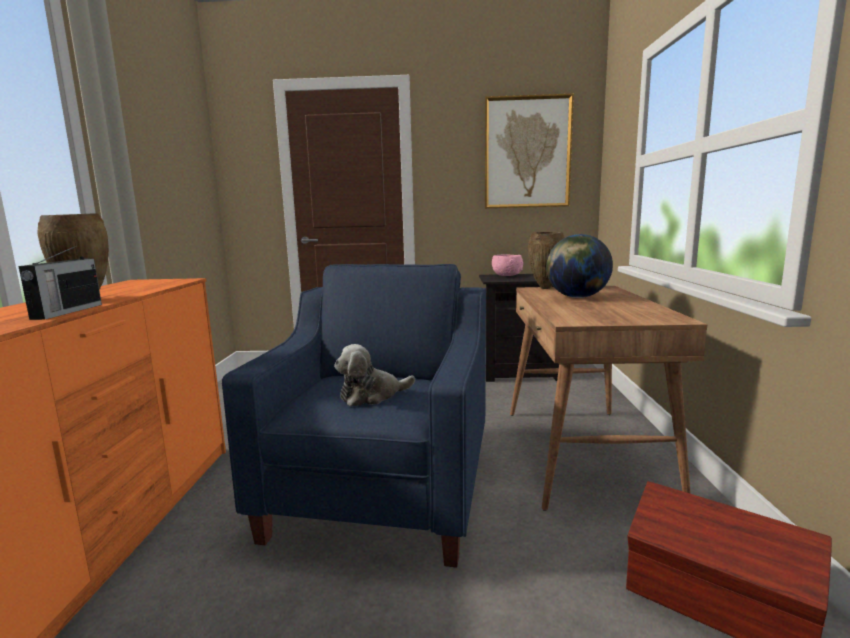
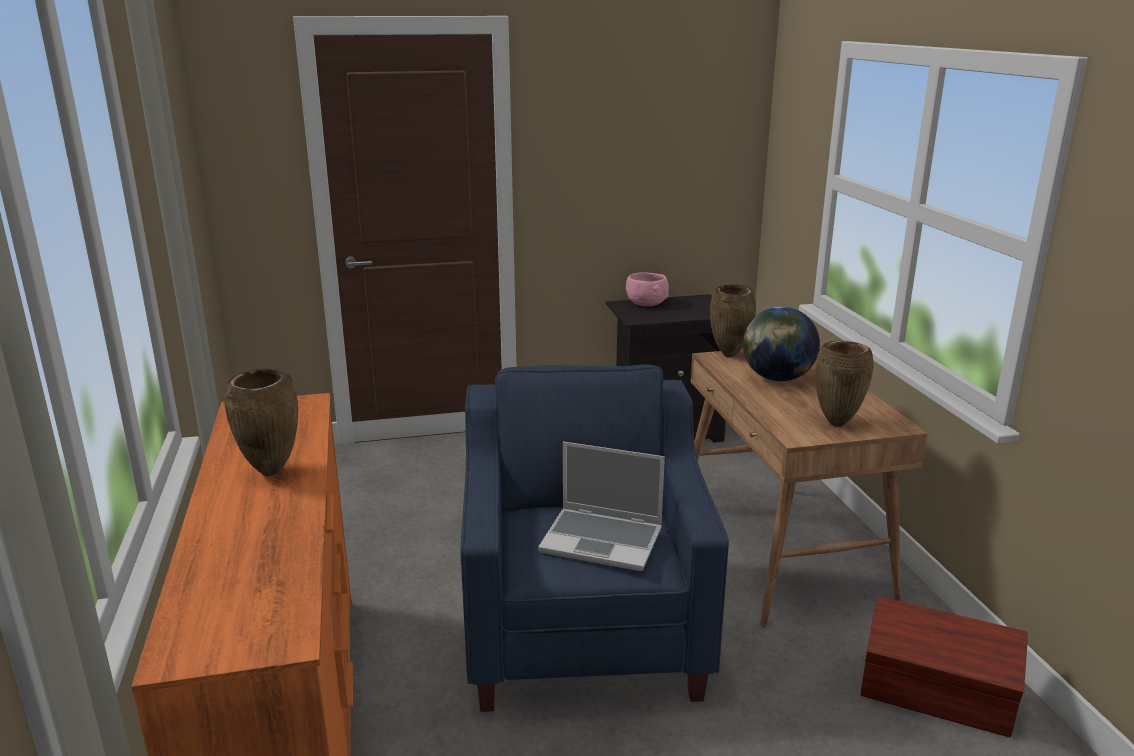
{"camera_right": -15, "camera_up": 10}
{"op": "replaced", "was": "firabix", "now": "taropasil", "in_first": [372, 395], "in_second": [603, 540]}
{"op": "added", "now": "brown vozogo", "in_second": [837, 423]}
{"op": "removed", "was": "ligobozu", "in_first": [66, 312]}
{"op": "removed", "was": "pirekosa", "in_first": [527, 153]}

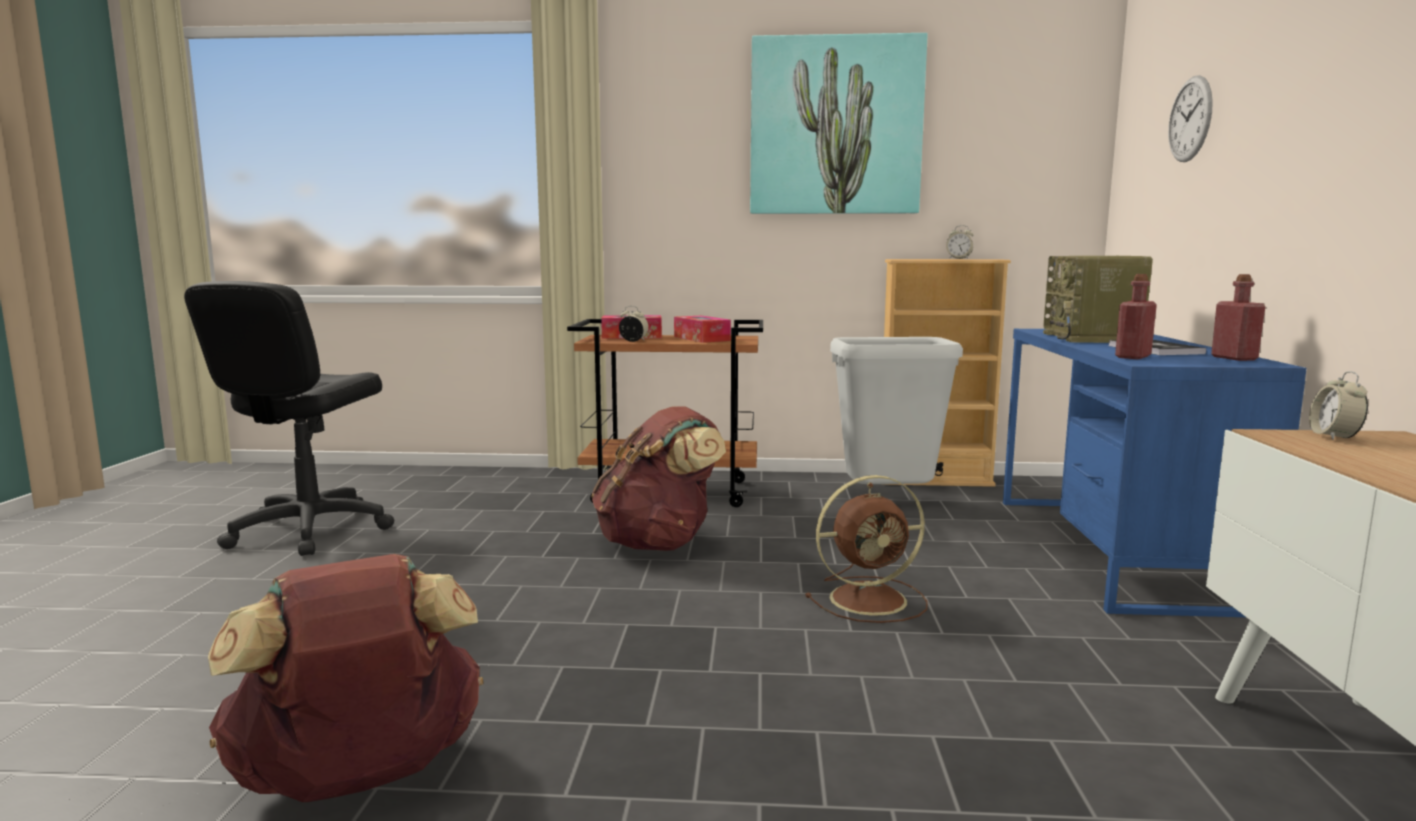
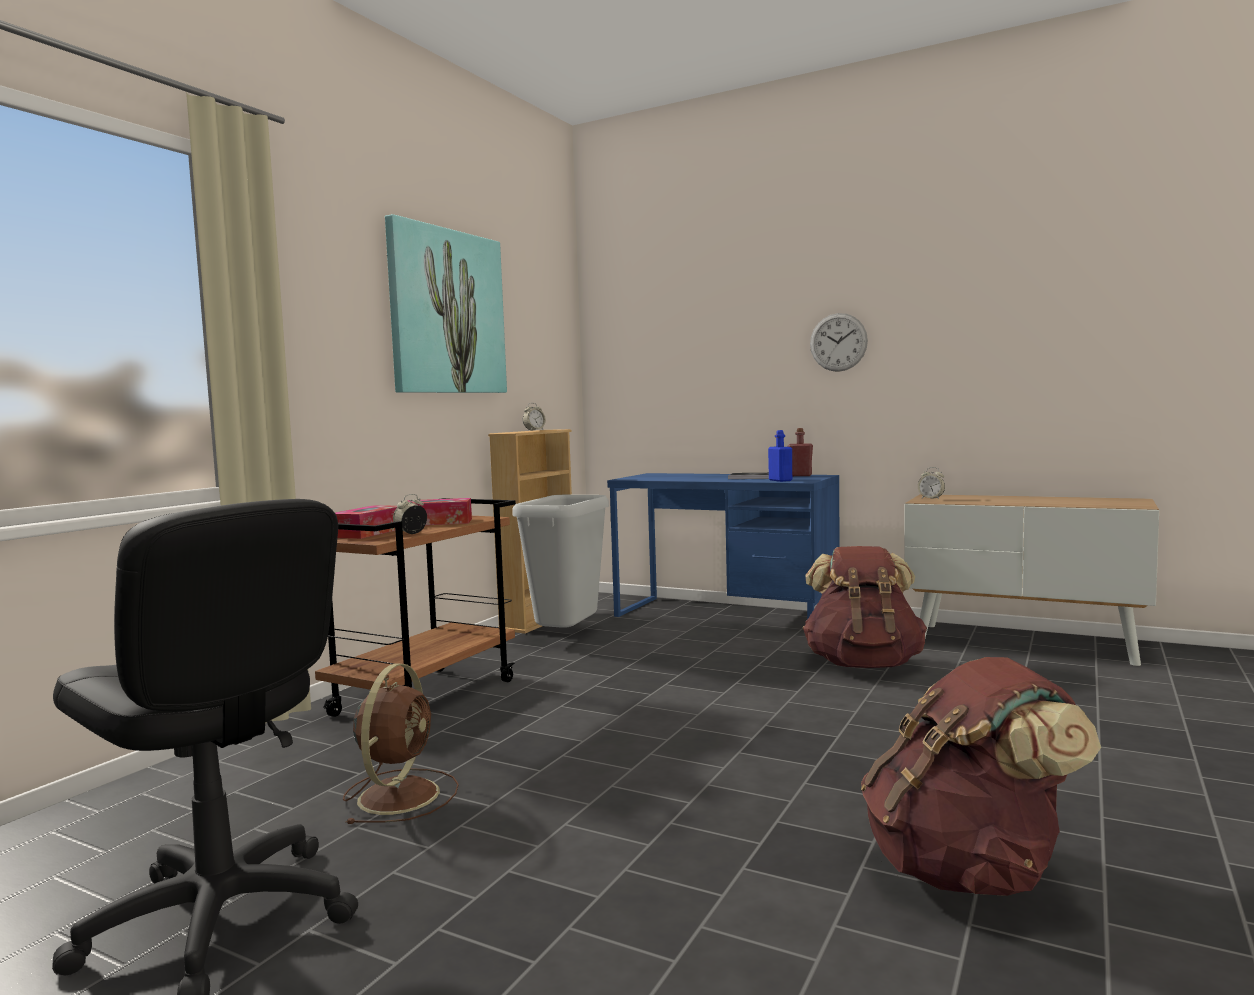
{"camera_right": -65, "camera_up": -5}
{"op": "moved", "was": "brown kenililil", "in_first": [871, 599], "in_second": [400, 794]}
{"op": "recoloured", "was": "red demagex", "now": "blue demagex", "in_first": [1133, 357], "in_second": [780, 480]}
{"op": "moved", "was": "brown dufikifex", "in_first": [659, 543], "in_second": [863, 665]}
{"op": "moved", "was": "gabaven", "in_first": [1190, 119], "in_second": [838, 342]}
{"op": "removed", "was": "ligobozu", "in_first": [1092, 338]}

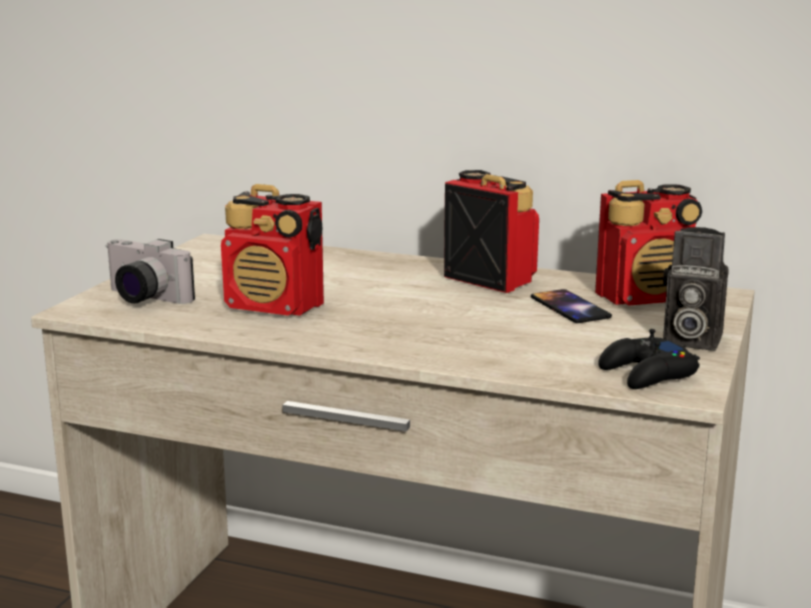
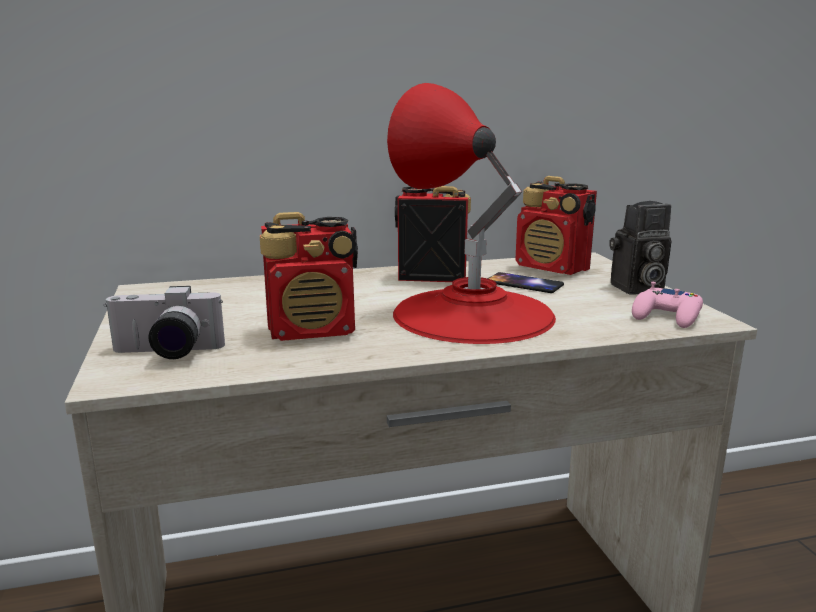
{"camera_right": -35, "camera_up": 0}
{"op": "added", "now": "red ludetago", "in_second": [472, 314]}
{"op": "turned", "was": "ligobozu", "in_first": [646, 298], "in_second": [553, 268], "clockwise": 90}
{"op": "recoloured", "was": "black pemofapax", "now": "pink pemofapax", "in_first": [647, 374], "in_second": [667, 316]}

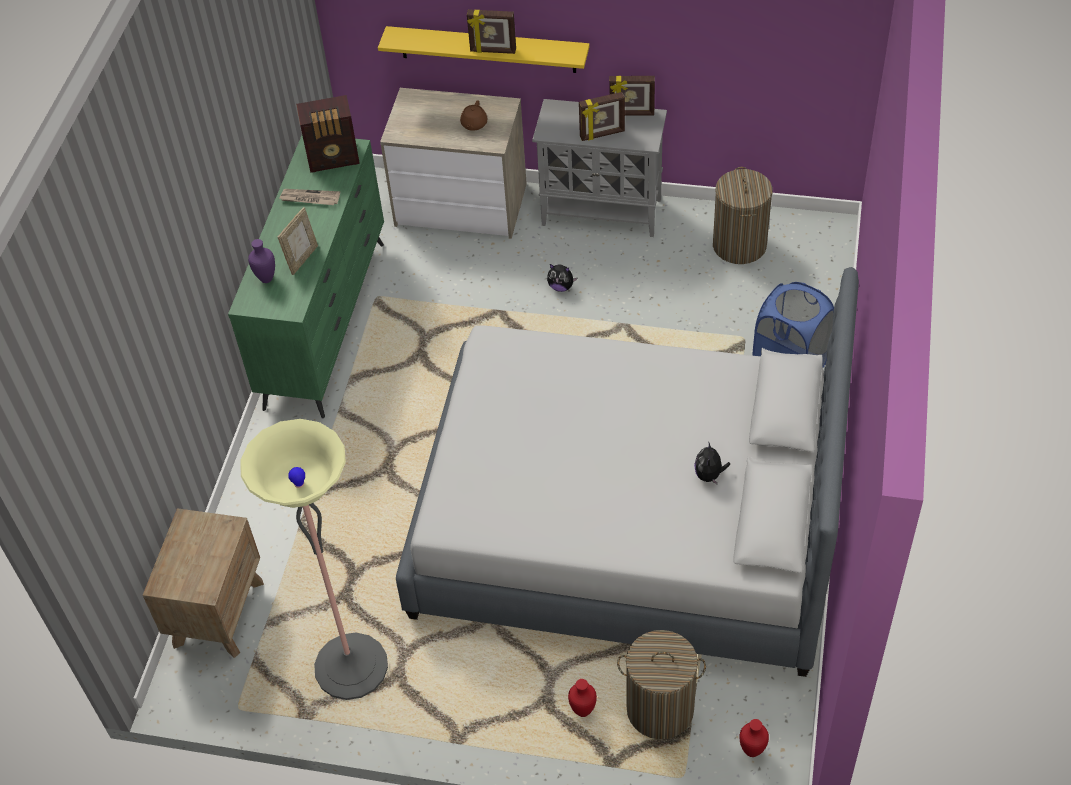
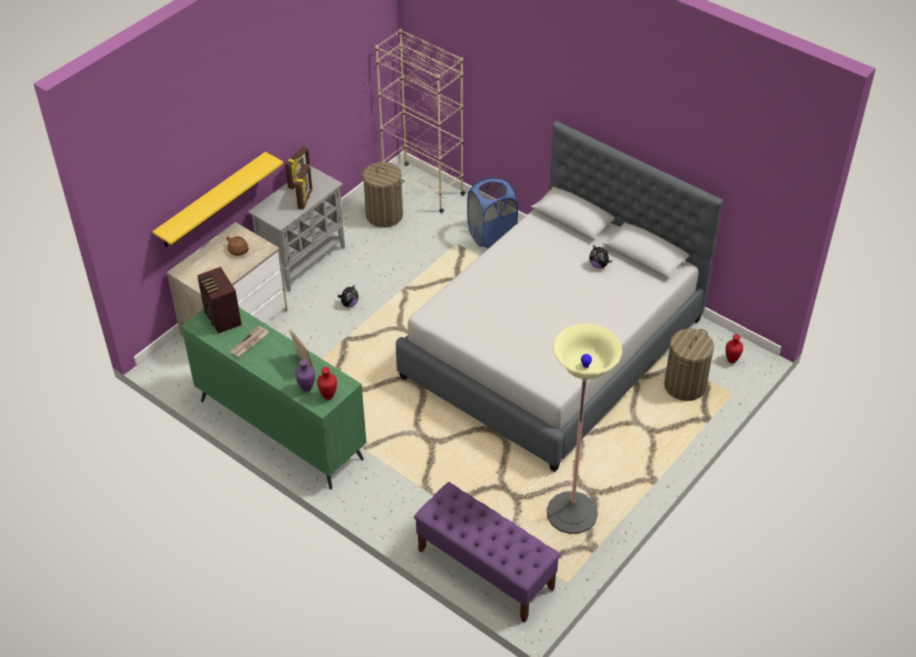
{"camera_right": -65, "camera_up": -5}
{"op": "turned", "was": "ligobozu", "in_first": [334, 158], "in_second": [222, 318], "clockwise": 135}
{"op": "moved", "was": "red vozogo", "in_first": [583, 712], "in_second": [329, 396]}
{"op": "added", "now": "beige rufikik", "in_second": [423, 187]}
{"op": "replaced", "was": "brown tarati", "now": "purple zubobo", "in_first": [218, 612], "in_second": [485, 569]}
{"op": "removed", "was": "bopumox", "in_first": [493, 51]}

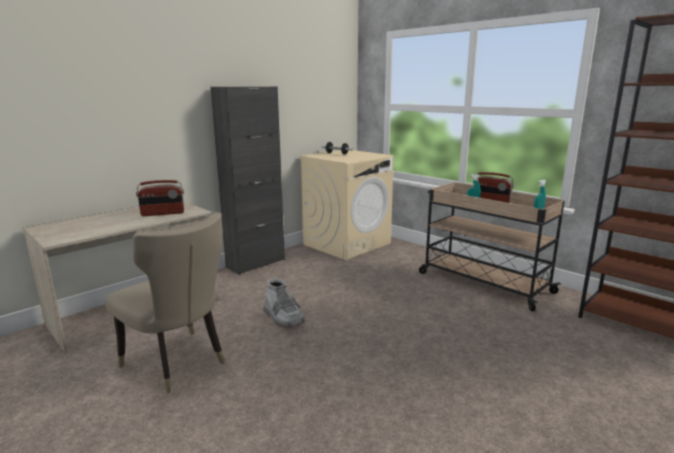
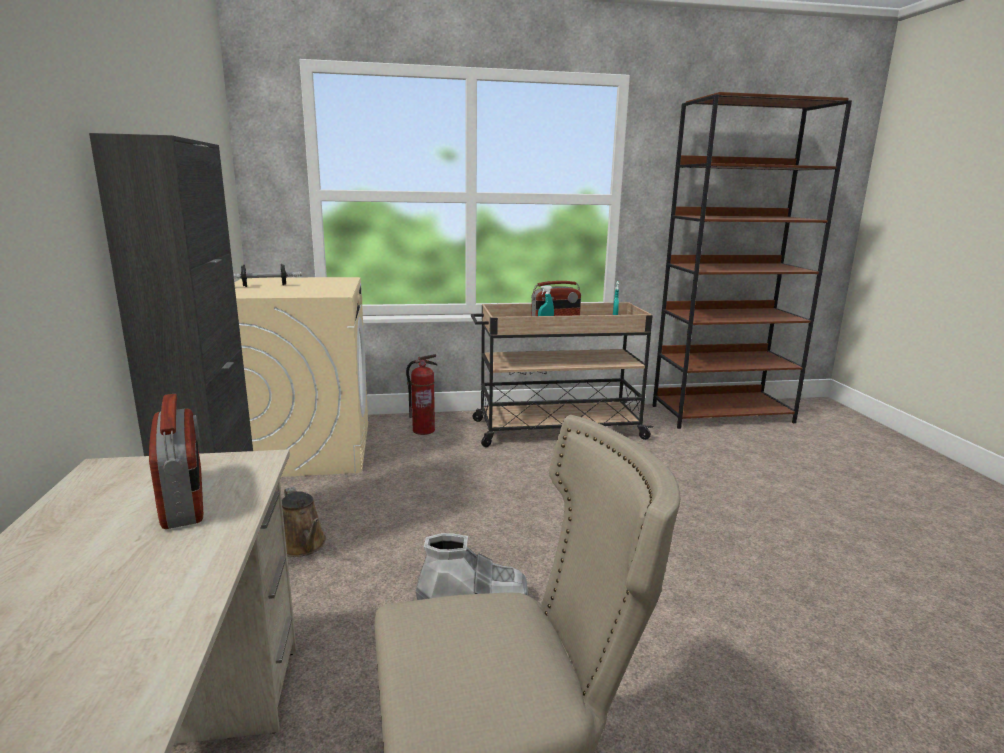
{"camera_right": -55, "camera_up": 0}
{"op": "turned", "was": "ligobozu", "in_first": [163, 214], "in_second": [184, 499], "clockwise": -45}
{"op": "added", "now": "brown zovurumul", "in_second": [303, 546]}
{"op": "added", "now": "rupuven", "in_second": [424, 430]}

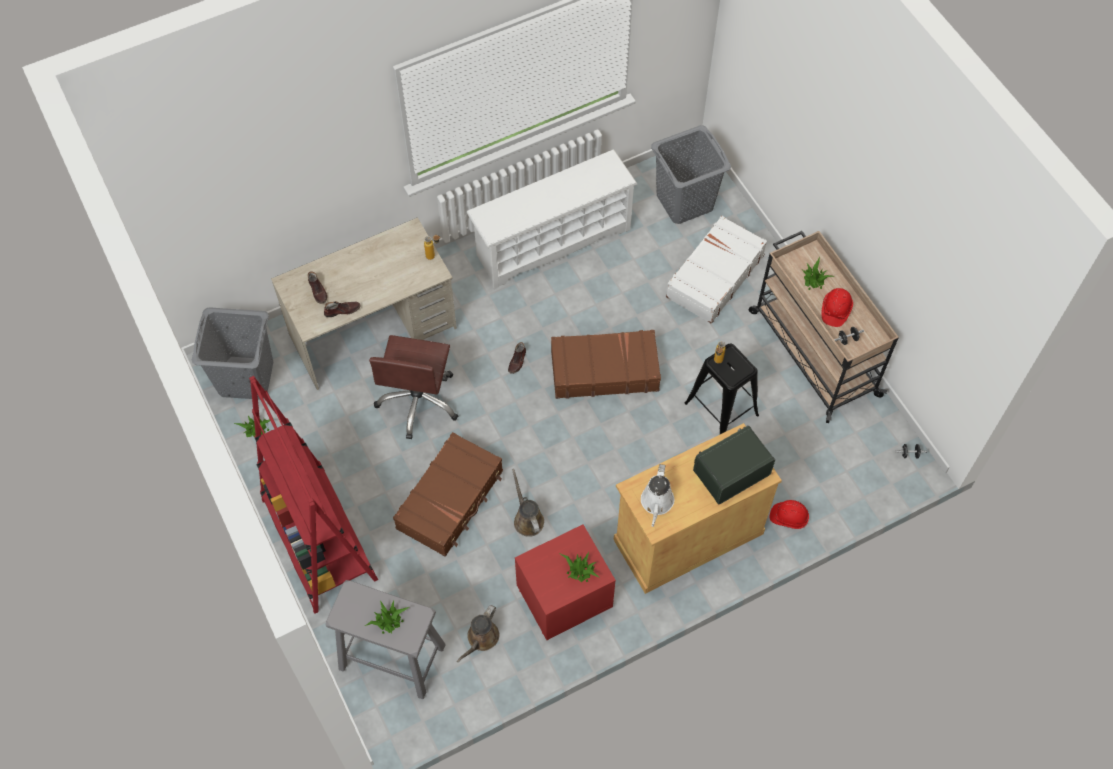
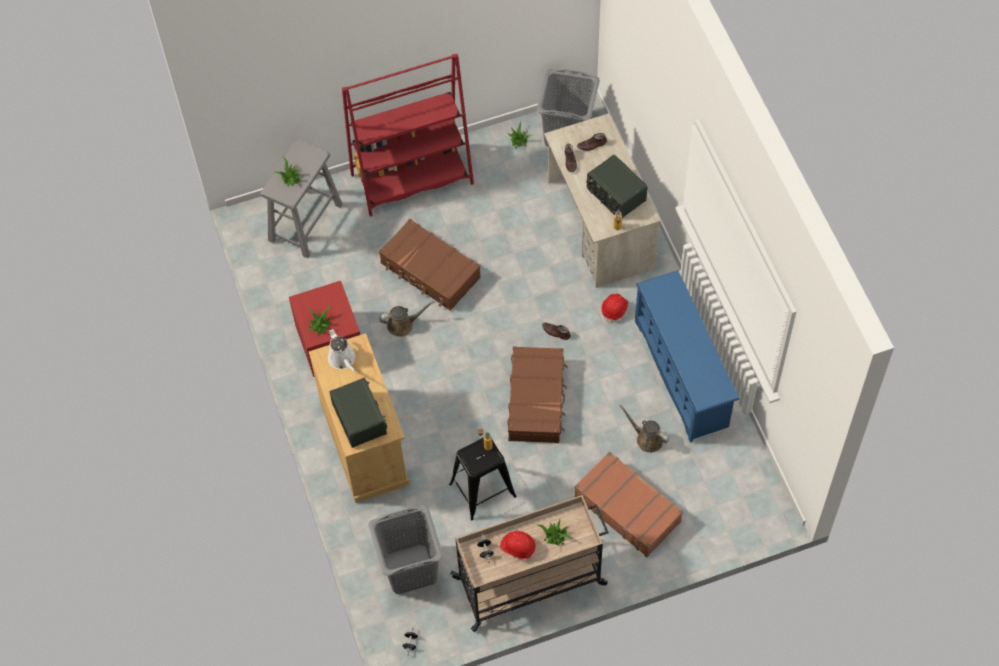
{"camera_right": 100, "camera_up": 0}
{"op": "turned", "was": "white zovurumul", "in_first": [656, 503], "in_second": [343, 360], "clockwise": -135}
{"op": "moved", "was": "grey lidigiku", "in_first": [684, 201], "in_second": [410, 568]}
{"op": "recoloured", "was": "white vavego", "now": "brown vavego", "in_first": [714, 276], "in_second": [627, 508]}
{"op": "added", "now": "ligobozu", "in_second": [615, 195]}
{"op": "moved", "was": "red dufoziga", "in_first": [788, 517], "in_second": [615, 309]}
{"op": "moved", "was": "brown zovurumul", "in_first": [481, 639], "in_second": [647, 439]}
{"op": "recoloured", "was": "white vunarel", "now": "blue vunarel", "in_first": [552, 241], "in_second": [683, 374]}
{"op": "removed", "was": "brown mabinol", "in_first": [419, 401]}

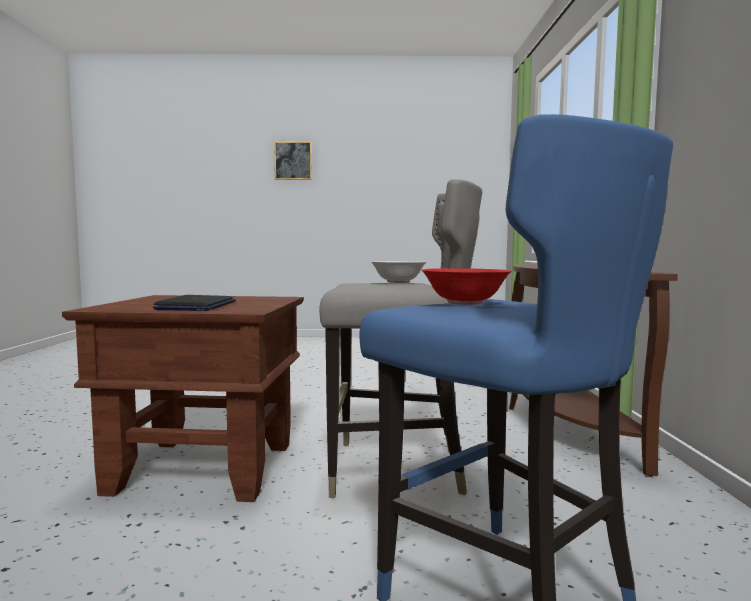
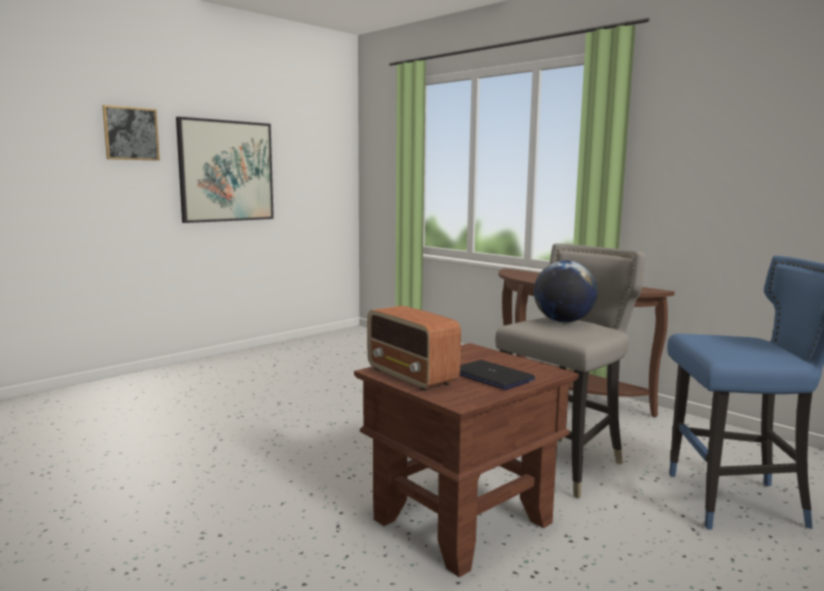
{"camera_right": -45, "camera_up": 5}
{"op": "added", "now": "pirekosa", "in_second": [226, 171]}
{"op": "added", "now": "ligobozu", "in_second": [412, 376]}
{"op": "replaced", "was": "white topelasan", "now": "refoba", "in_first": [397, 282], "in_second": [563, 321]}
{"op": "removed", "was": "red topelasan", "in_first": [464, 302]}

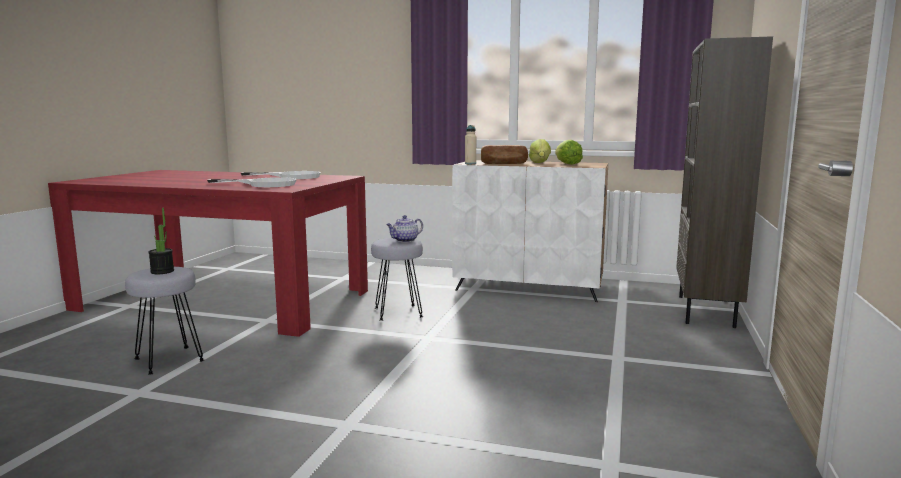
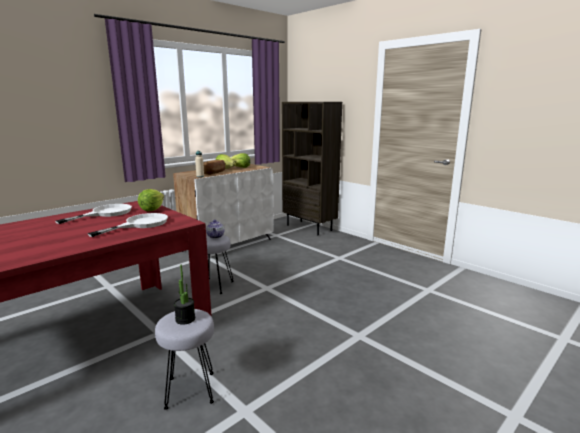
{"camera_right": -60, "camera_up": 5}
{"op": "added", "now": "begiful", "in_second": [152, 209]}

